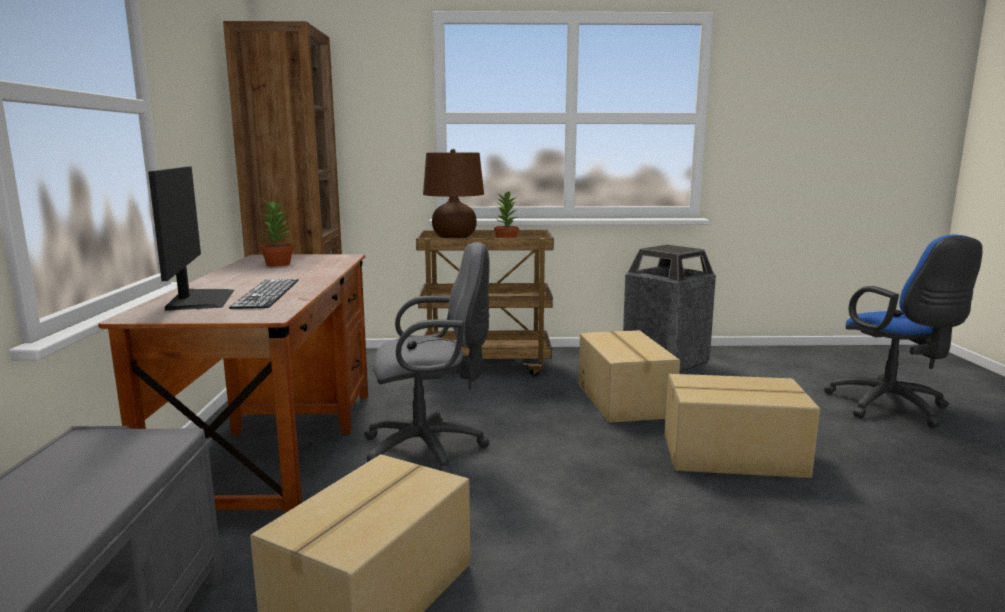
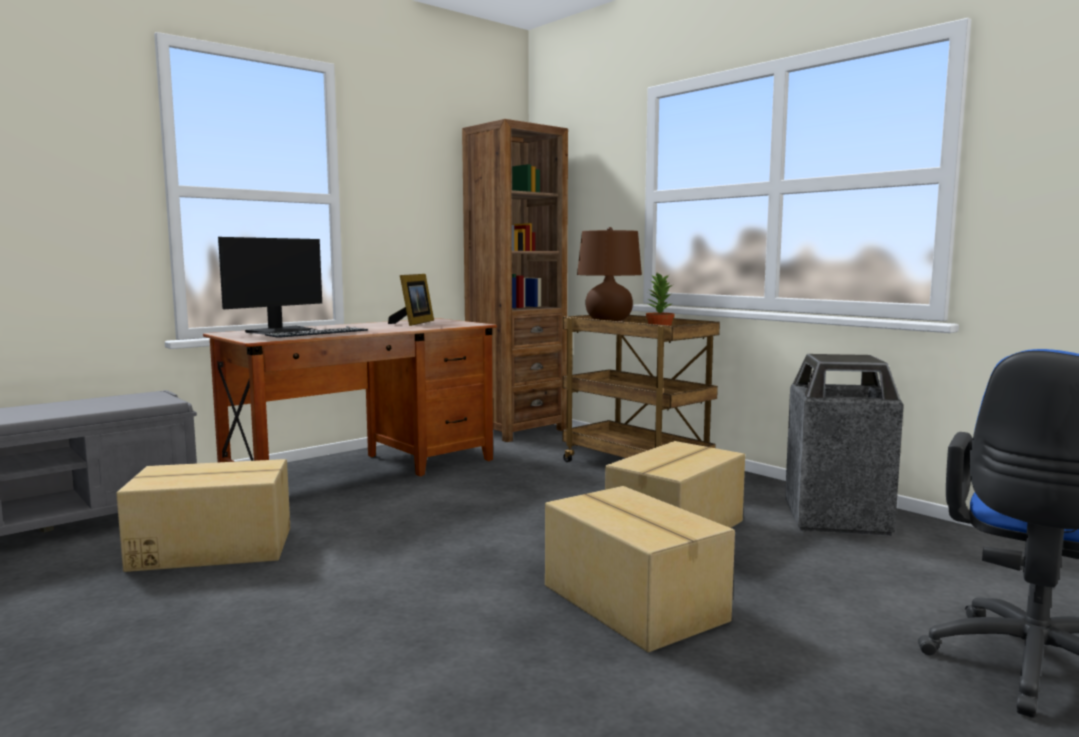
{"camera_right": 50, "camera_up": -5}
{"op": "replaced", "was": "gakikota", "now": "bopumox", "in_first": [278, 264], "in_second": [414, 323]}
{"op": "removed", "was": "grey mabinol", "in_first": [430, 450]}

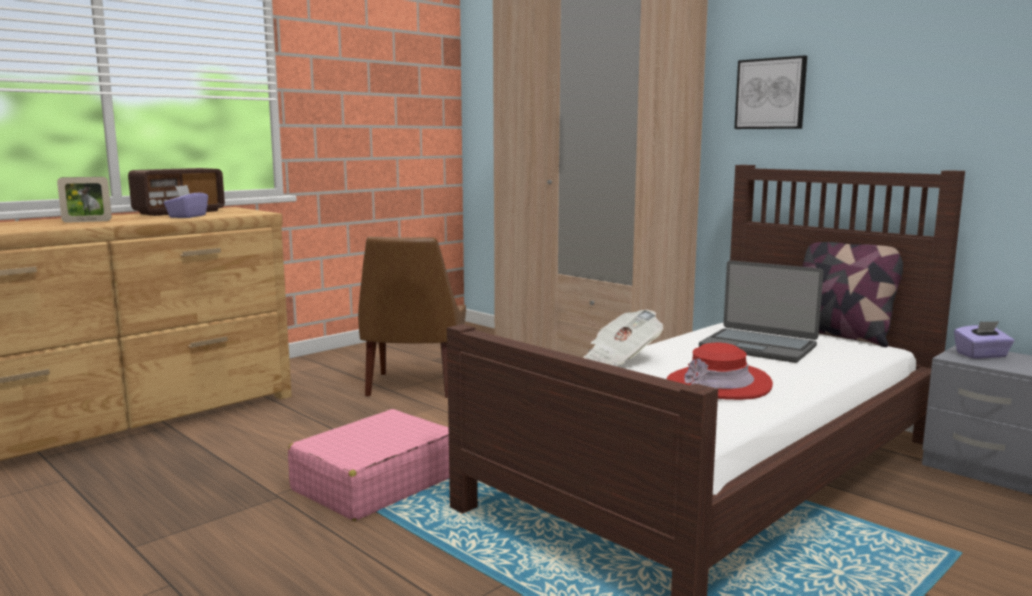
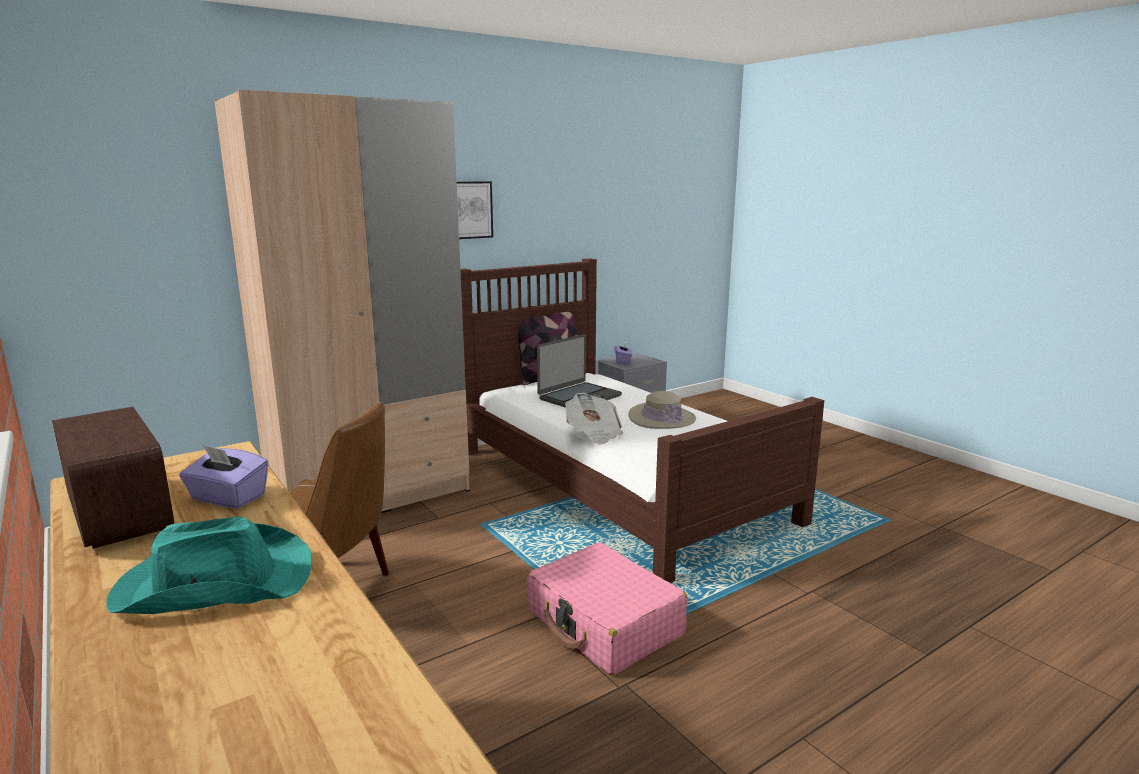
{"camera_right": -80, "camera_up": 5}
{"op": "replaced", "was": "bopumox", "now": "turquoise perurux", "in_first": [87, 221], "in_second": [213, 582]}
{"op": "recoloured", "was": "red perurux", "now": "beige perurux", "in_first": [718, 384], "in_second": [662, 418]}

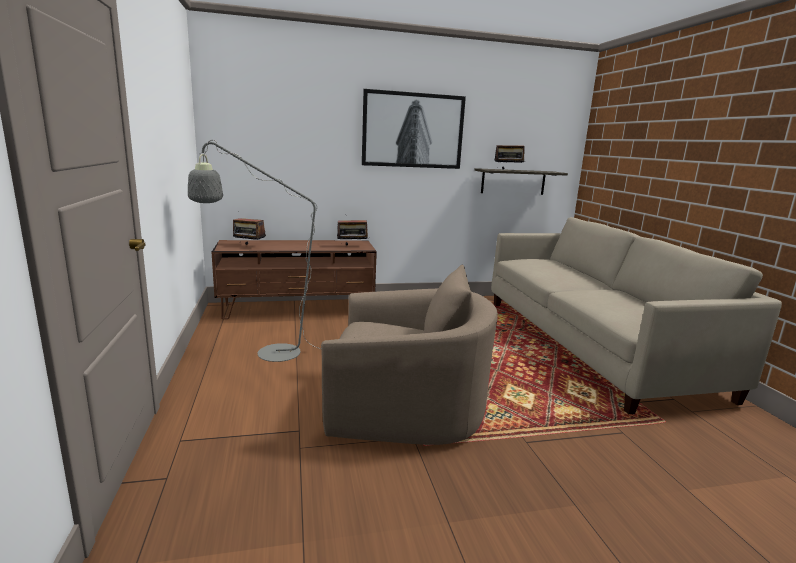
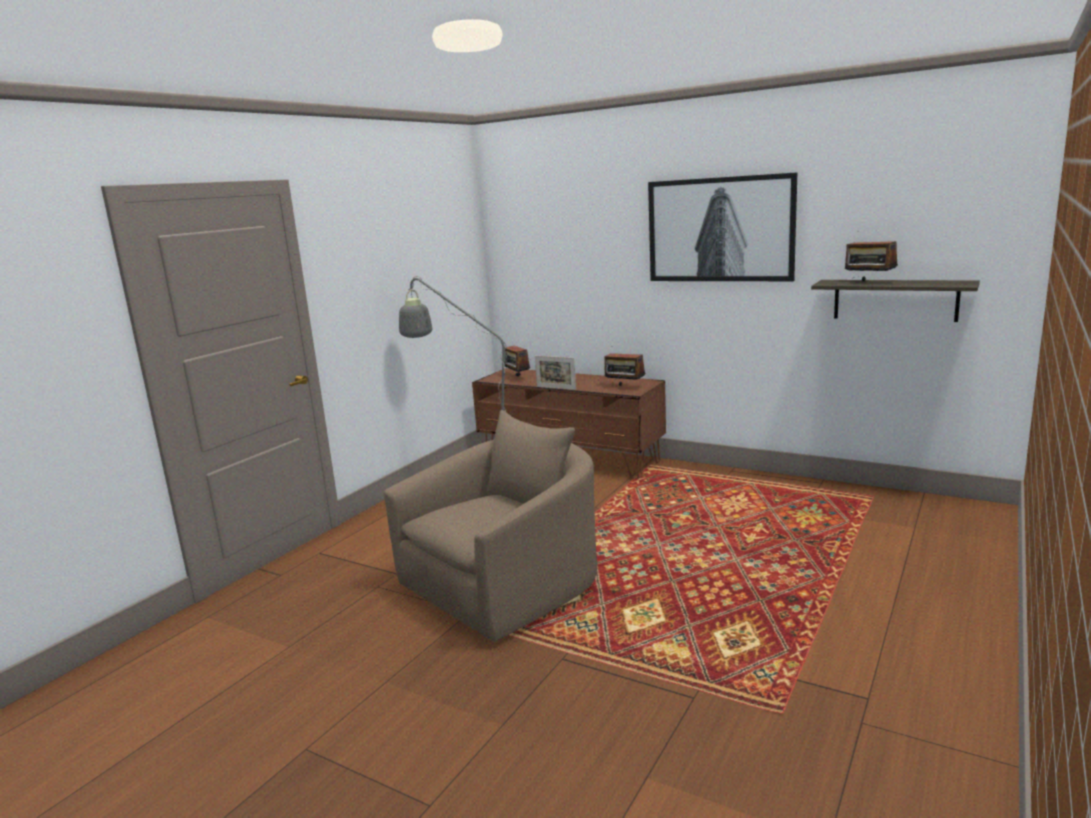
{"camera_right": 45, "camera_up": 0}
{"op": "turned", "was": "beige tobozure", "in_first": [405, 407], "in_second": [507, 585], "clockwise": -90}
{"op": "added", "now": "bopumox", "in_second": [556, 388]}
{"op": "removed", "was": "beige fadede", "in_first": [591, 343]}

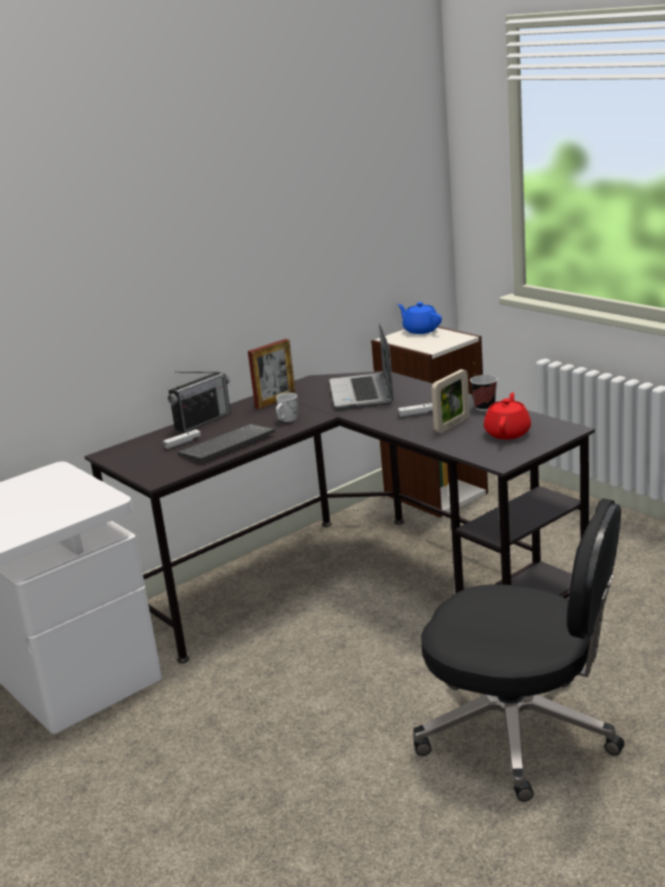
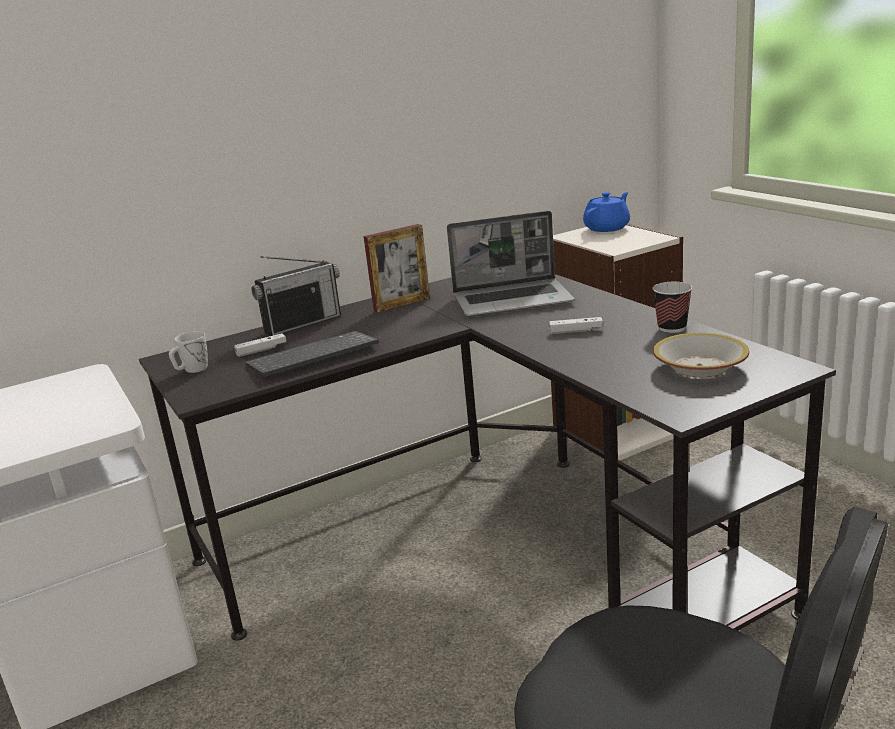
{"camera_right": 10, "camera_up": 0}
{"op": "moved", "was": "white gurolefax", "in_first": [287, 420], "in_second": [192, 370]}
{"op": "turned", "was": "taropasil", "in_first": [362, 393], "in_second": [513, 300], "clockwise": -105}
{"op": "turned", "was": "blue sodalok", "in_first": [421, 330], "in_second": [607, 228], "clockwise": 75}
{"op": "replaced", "was": "red sodalok", "now": "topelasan", "in_first": [508, 433], "in_second": [699, 367]}
{"op": "removed", "was": "bopumox", "in_first": [452, 425]}

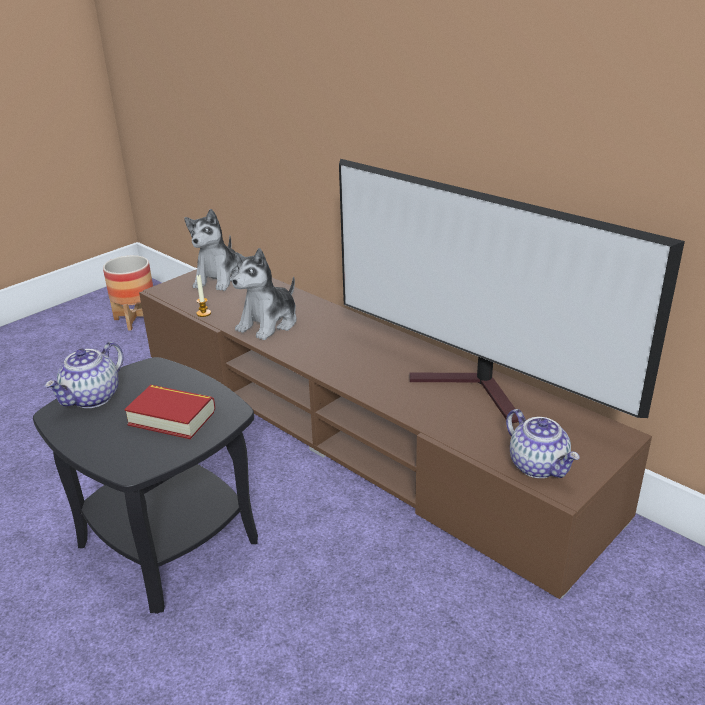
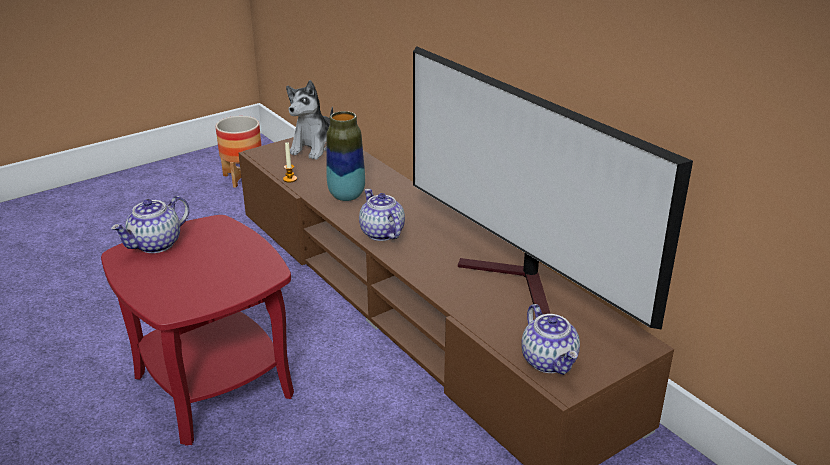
{"camera_right": 10, "camera_up": 0}
{"op": "recoloured", "was": "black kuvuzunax", "now": "red kuvuzunax", "in_first": [169, 543], "in_second": [214, 386]}
{"op": "replaced", "was": "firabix", "now": "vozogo", "in_first": [269, 323], "in_second": [346, 195]}
{"op": "added", "now": "sodalok", "in_second": [381, 233]}
{"op": "removed", "was": "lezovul", "in_first": [172, 418]}

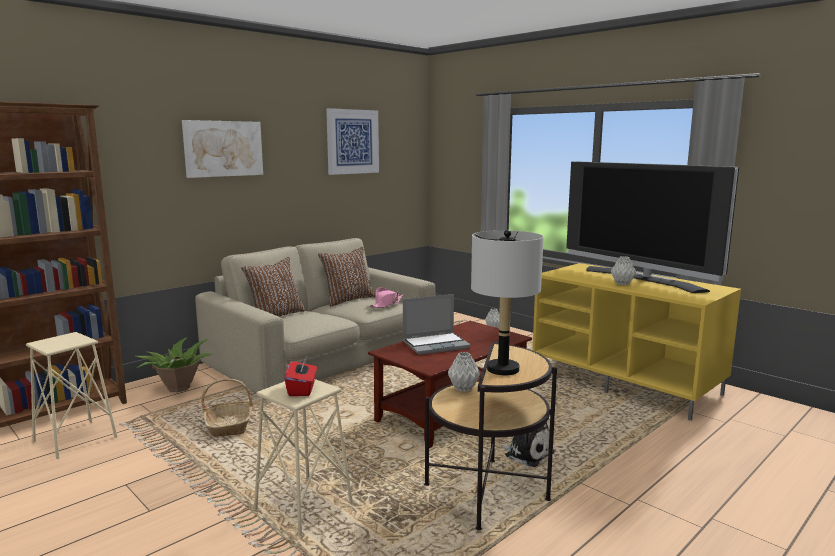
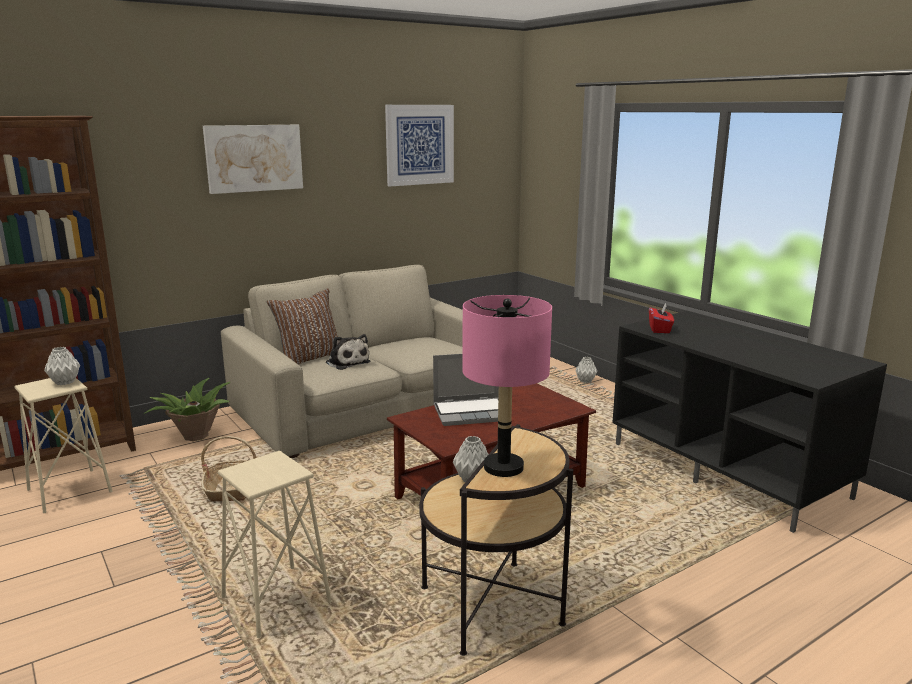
{"camera_right": 10, "camera_up": 5}
{"op": "moved", "was": "grey vozogo", "in_first": [622, 283], "in_second": [65, 382]}
{"op": "moved", "was": "firabix", "in_first": [527, 453], "in_second": [347, 362]}
{"op": "recoloured", "was": "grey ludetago", "now": "pink ludetago", "in_first": [502, 369], "in_second": [503, 467]}
{"op": "recoloured", "was": "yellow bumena", "now": "black bumena", "in_first": [627, 382], "in_second": [729, 470]}
{"op": "moved", "was": "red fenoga", "in_first": [302, 389], "in_second": [660, 329]}
{"op": "removed", "was": "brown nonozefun", "in_first": [348, 300]}
{"op": "removed", "was": "pink perurux", "in_first": [386, 304]}
{"op": "removed", "was": "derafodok", "in_first": [642, 279]}

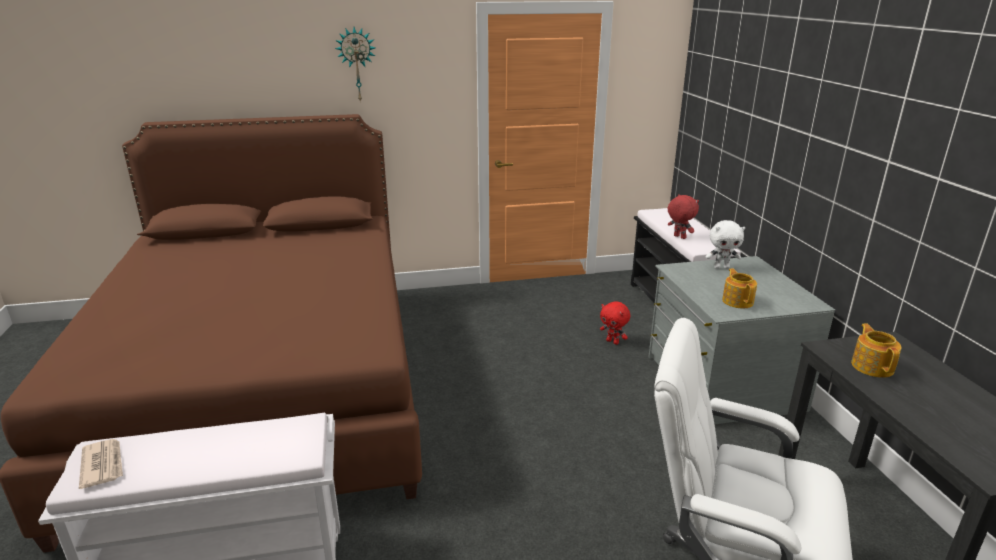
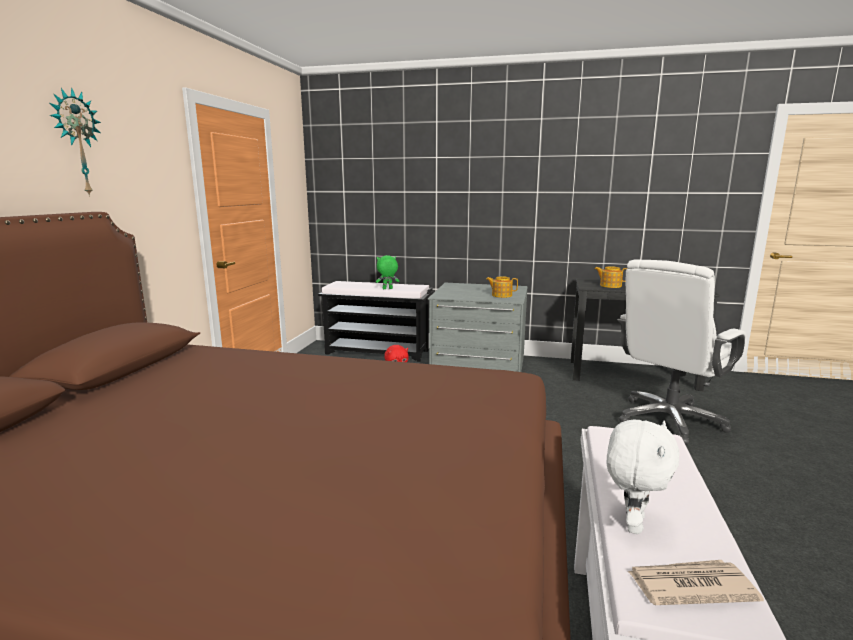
{"camera_right": -65, "camera_up": -10}
{"op": "recoloured", "was": "red firabix", "now": "green firabix", "in_first": [679, 237], "in_second": [387, 289]}
{"op": "moved", "was": "white firabix", "in_first": [721, 267], "in_second": [632, 523]}

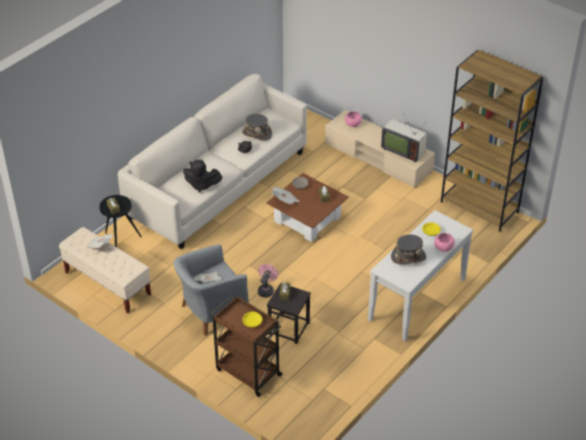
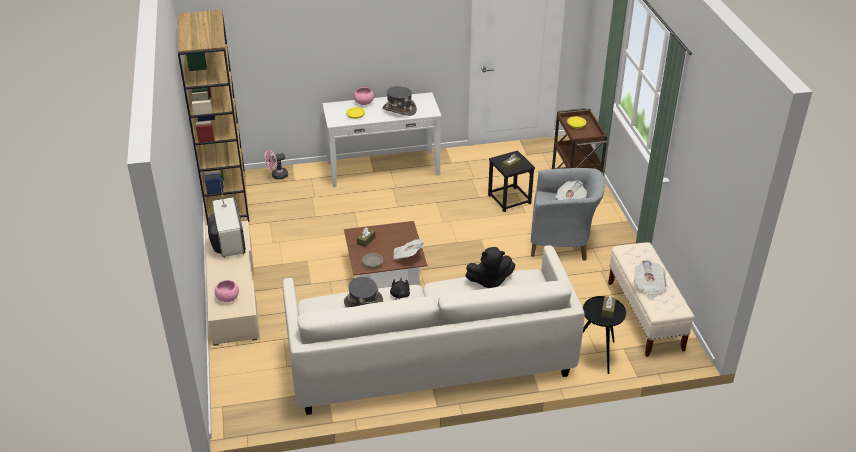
{"camera_right": -140, "camera_up": -5}
{"op": "moved", "was": "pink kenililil", "in_first": [266, 290], "in_second": [277, 176]}
{"op": "turned", "was": "black firabix", "in_first": [201, 185], "in_second": [489, 281], "clockwise": 120}

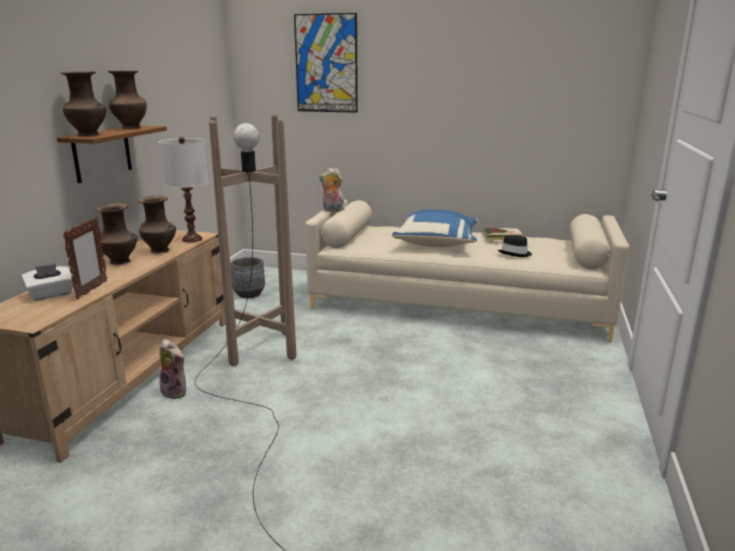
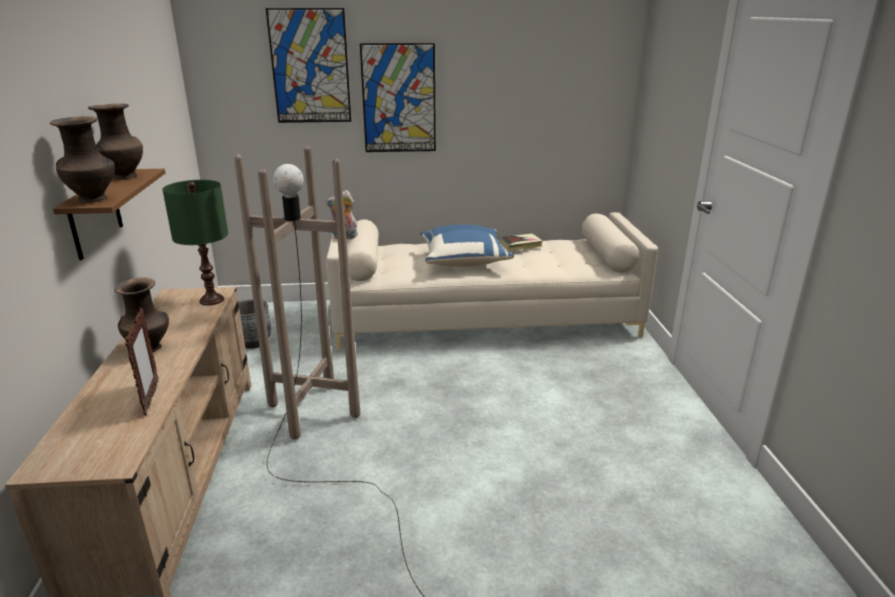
{"camera_right": -20, "camera_up": 5}
{"op": "recoloured", "was": "white ludetago", "now": "green ludetago", "in_first": [192, 239], "in_second": [211, 300]}
{"op": "added", "now": "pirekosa", "in_second": [399, 99]}
{"op": "removed", "was": "white fenoga", "in_first": [51, 295]}
{"op": "removed", "was": "brown vozogo", "in_first": [160, 251]}
{"op": "removed", "was": "firabix", "in_first": [176, 392]}
{"op": "removed", "was": "black perurux", "in_first": [515, 253]}

